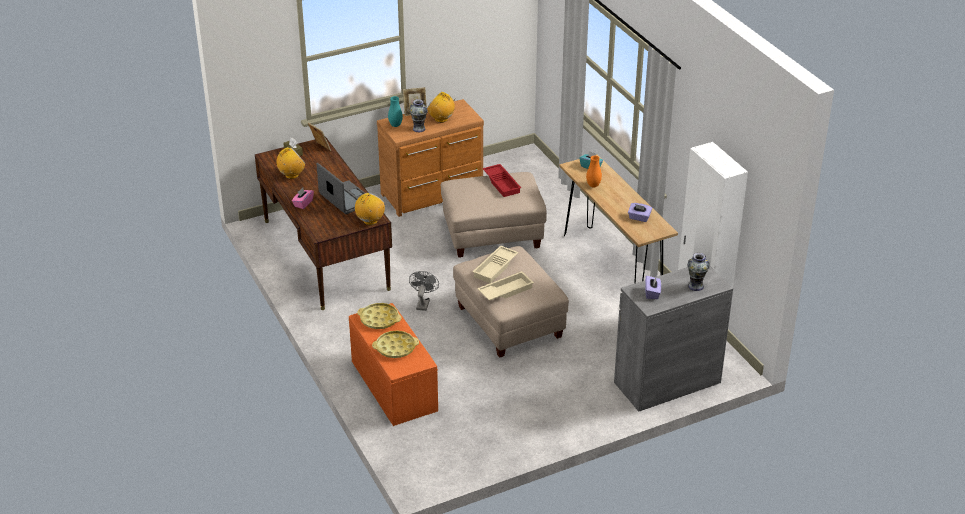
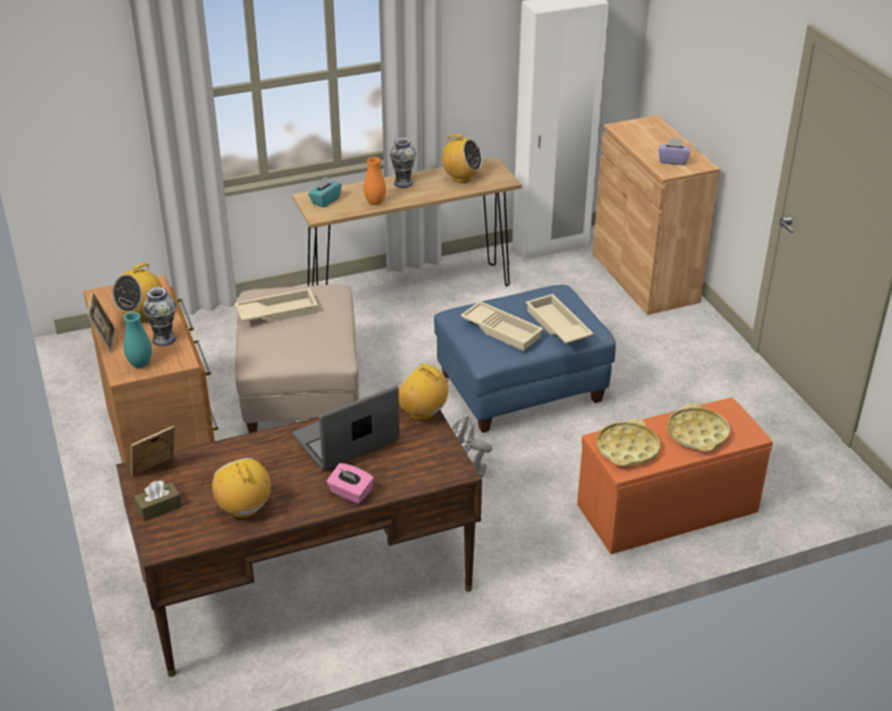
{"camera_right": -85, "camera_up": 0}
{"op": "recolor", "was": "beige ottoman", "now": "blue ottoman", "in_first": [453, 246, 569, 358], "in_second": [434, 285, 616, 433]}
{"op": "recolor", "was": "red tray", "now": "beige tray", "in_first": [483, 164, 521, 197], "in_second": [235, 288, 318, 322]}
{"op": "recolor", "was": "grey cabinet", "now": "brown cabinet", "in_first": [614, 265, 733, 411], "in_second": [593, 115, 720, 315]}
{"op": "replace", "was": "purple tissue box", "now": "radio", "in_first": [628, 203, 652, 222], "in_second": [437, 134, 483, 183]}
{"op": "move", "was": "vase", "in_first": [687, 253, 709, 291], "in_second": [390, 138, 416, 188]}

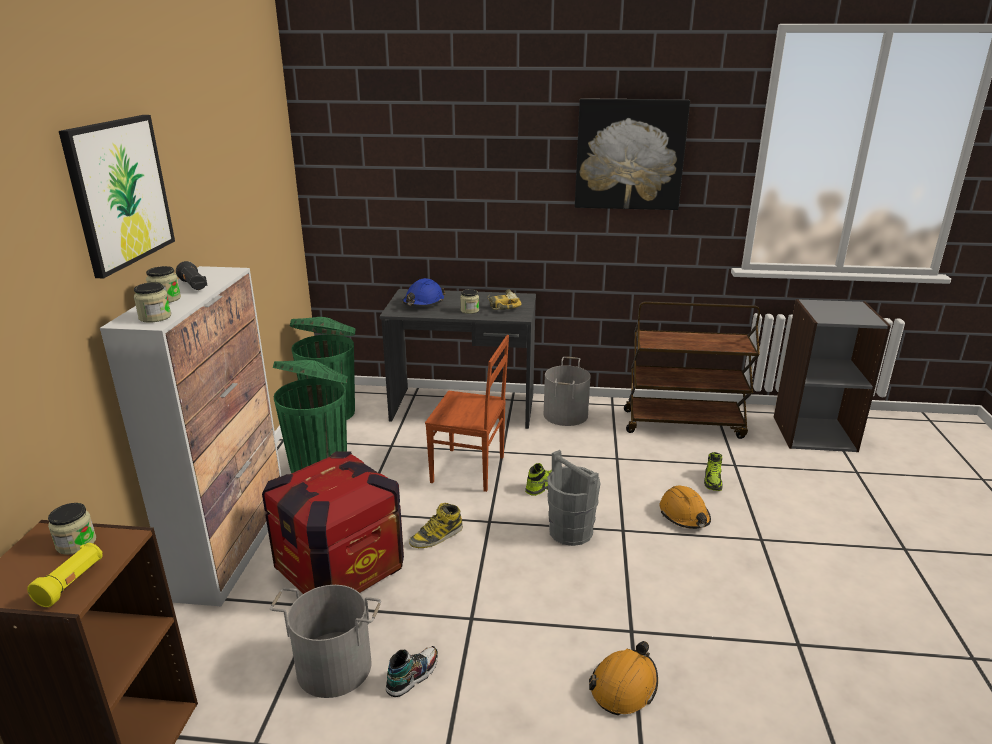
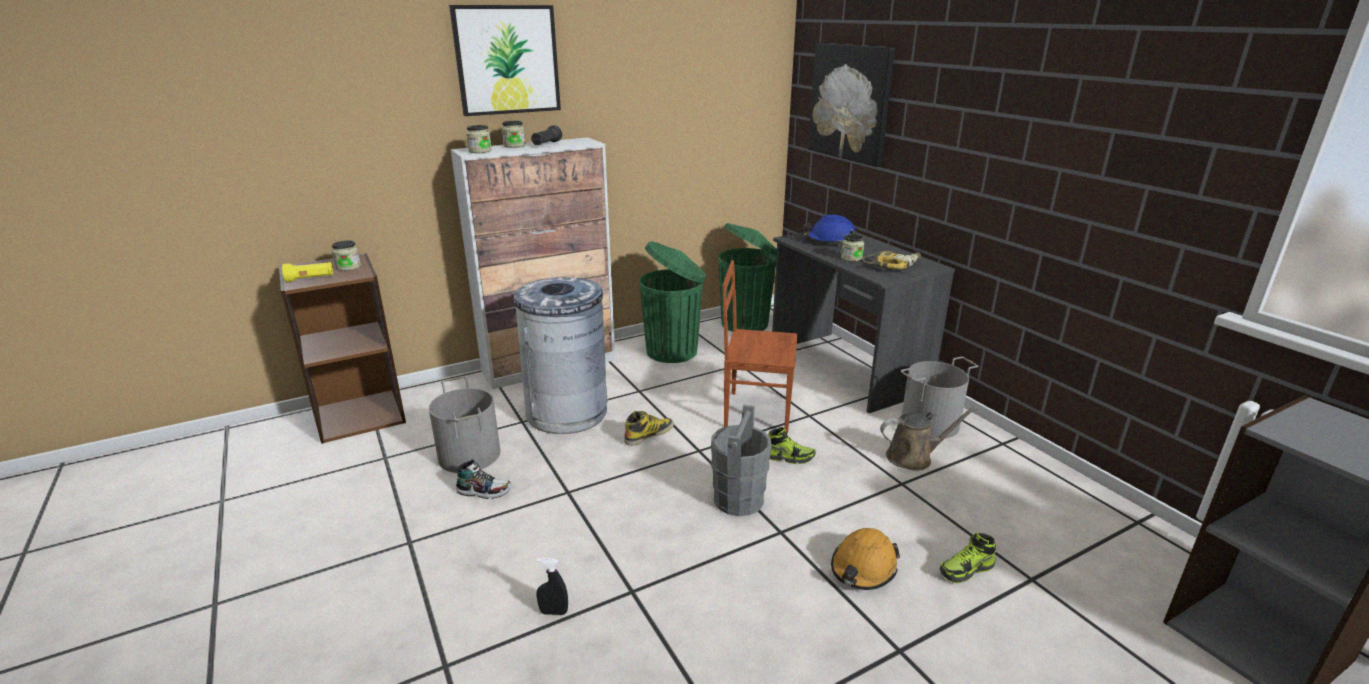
{"camera_right": 55, "camera_up": 0}
{"op": "replace", "was": "crate", "now": "grey trash can", "in_first": [262, 452, 404, 594], "in_second": [514, 278, 607, 434]}
{"op": "rotate", "was": "boot", "in_first": [409, 503, 463, 548], "in_second": [624, 411, 674, 446], "clockwise": 120}
{"op": "rotate", "was": "brown chair", "in_first": [425, 335, 509, 492], "in_second": [722, 260, 797, 434], "clockwise": 120}
{"op": "move", "was": "picture", "in_first": [575, 98, 690, 210], "in_second": [808, 43, 895, 167]}
{"op": "replace", "was": "orange hard hat", "now": "black spray bottle", "in_first": [589, 641, 658, 715], "in_second": [536, 558, 568, 615]}
{"op": "delete", "was": "brown cart", "in_first": [624, 301, 760, 439]}
{"op": "insert", "now": "brown watering can", "in_second": [880, 407, 978, 471]}

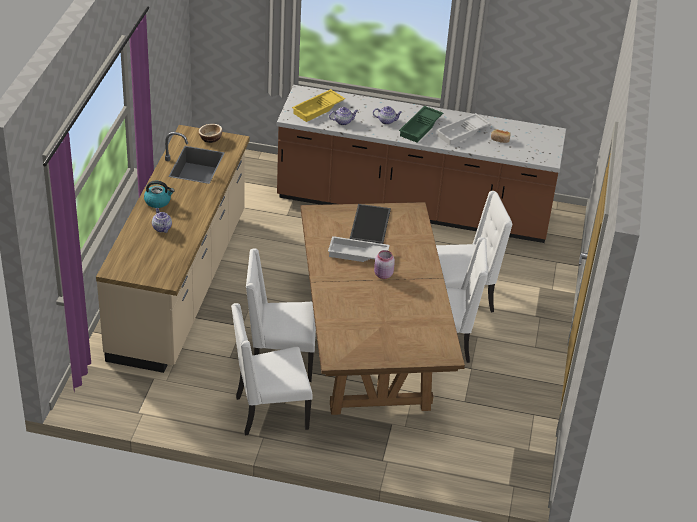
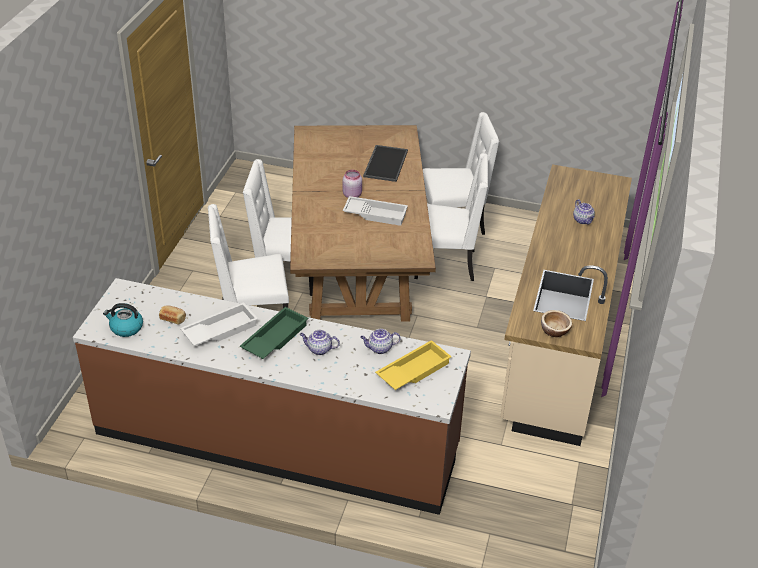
{"camera_right": -175, "camera_up": 0}
{"op": "move", "was": "kettle", "in_first": [144, 181, 175, 208], "in_second": [103, 303, 143, 337]}
{"op": "move", "was": "tray", "in_first": [350, 204, 391, 244], "in_second": [363, 145, 408, 182]}

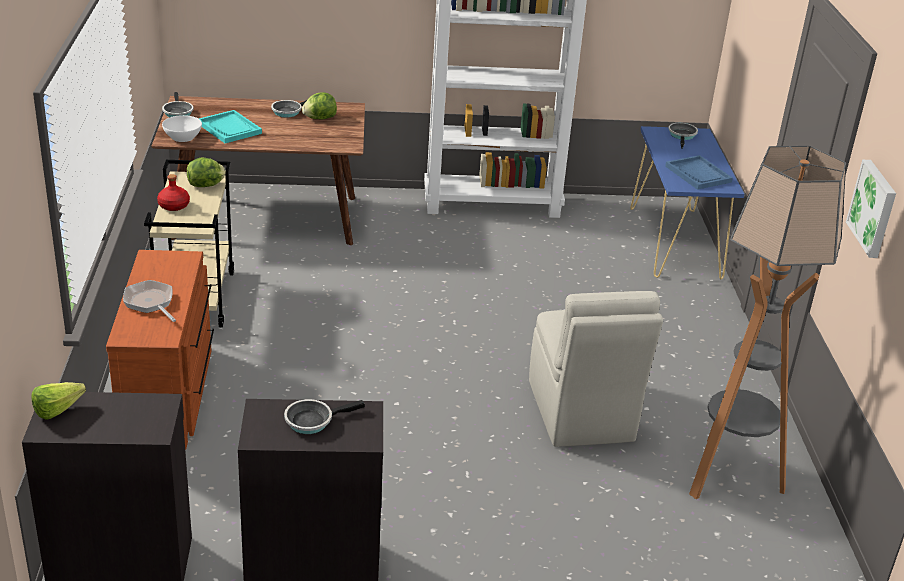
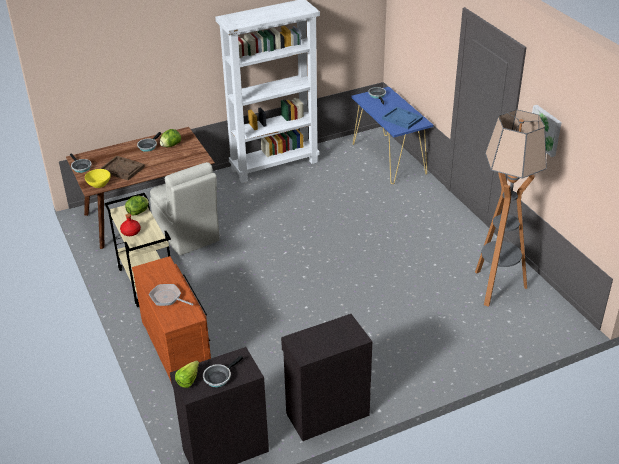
{"camera_right": -20, "camera_up": 5}
{"op": "recolor", "was": "white bowl", "now": "yellow bowl", "in_first": [162, 115, 202, 142], "in_second": [85, 169, 111, 188]}
{"op": "recolor", "was": "turquoise tray", "now": "brown tray", "in_first": [199, 110, 262, 143], "in_second": [100, 156, 145, 180]}
{"op": "move", "was": "frying pan", "in_first": [284, 399, 365, 434], "in_second": [203, 355, 243, 387]}
{"op": "move", "was": "beige chair", "in_first": [529, 291, 663, 447], "in_second": [150, 162, 220, 256]}

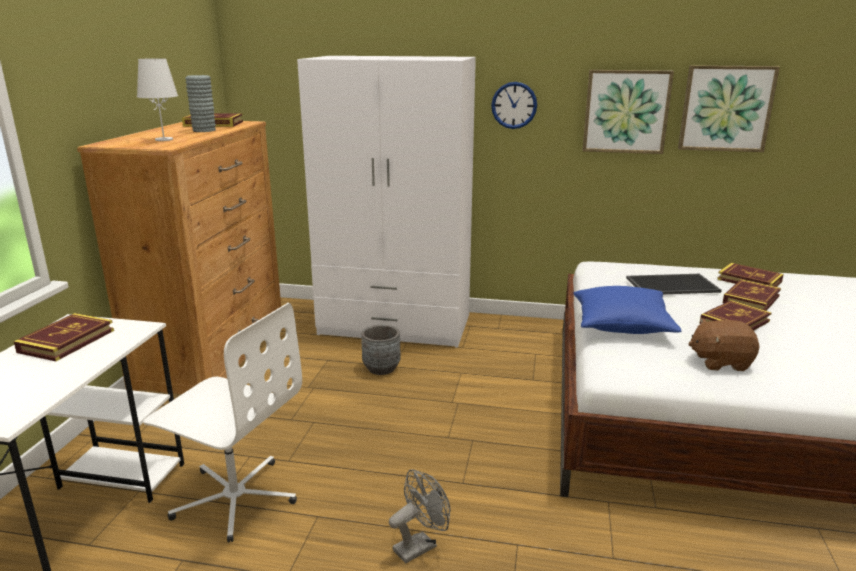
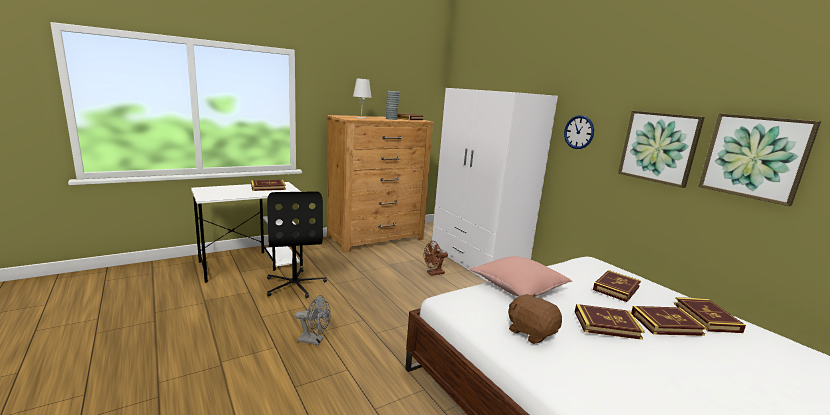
{"camera_right": 45, "camera_up": -5}
{"op": "recolor", "was": "white office chair", "now": "black office chair", "in_first": [143, 303, 302, 543], "in_second": [267, 191, 327, 298]}
{"op": "replace", "was": "grey planter", "now": "brown fan", "in_first": [361, 325, 401, 375], "in_second": [424, 241, 448, 276]}
{"op": "recolor", "was": "blue pillow", "now": "pink pillow", "in_first": [573, 286, 681, 334], "in_second": [470, 256, 572, 297]}
{"op": "replace", "was": "tray", "now": "book", "in_first": [626, 274, 722, 294], "in_second": [593, 270, 641, 302]}

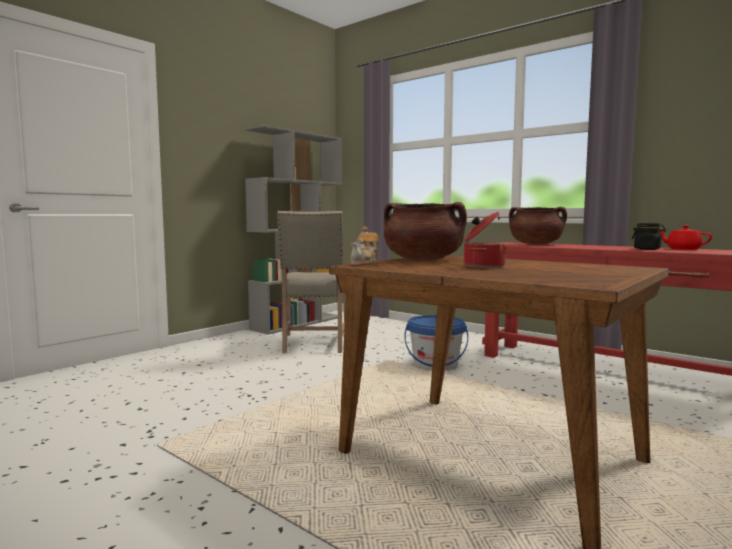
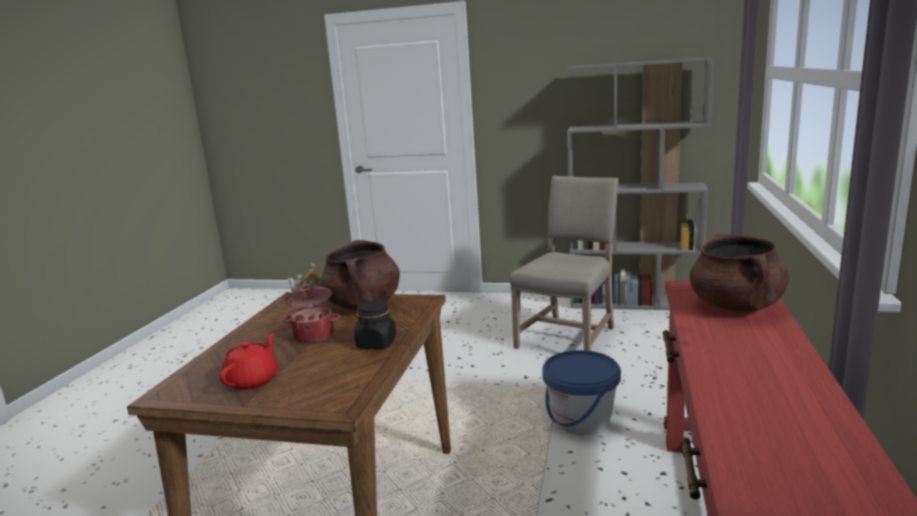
{"camera_right": 65, "camera_up": 10}
{"op": "rotate", "was": "beige chair", "in_first": [277, 211, 346, 353], "in_second": [510, 176, 619, 351], "clockwise": 150}
{"op": "move", "was": "black jar", "in_first": [632, 223, 666, 250], "in_second": [354, 300, 396, 349]}
{"op": "move", "was": "red teapot", "in_first": [659, 225, 712, 250], "in_second": [219, 333, 278, 390]}

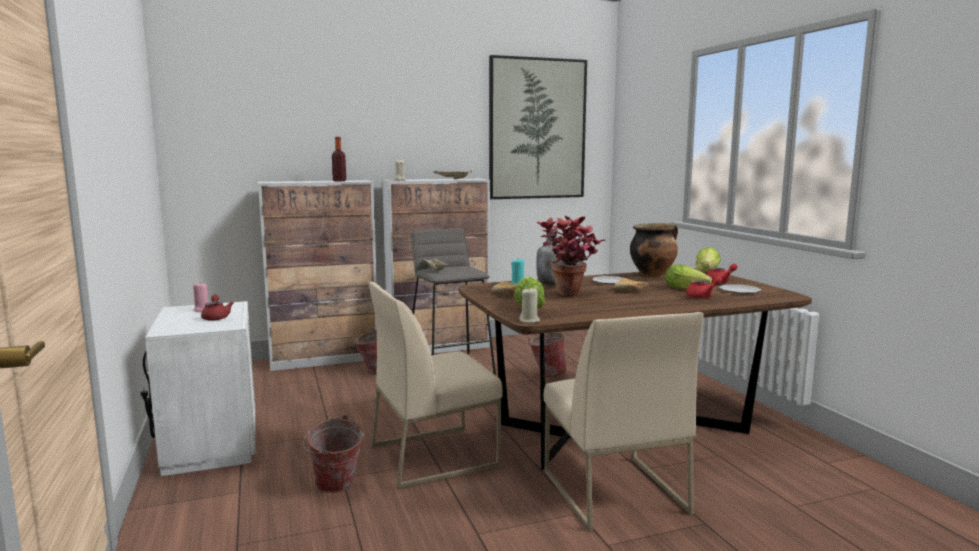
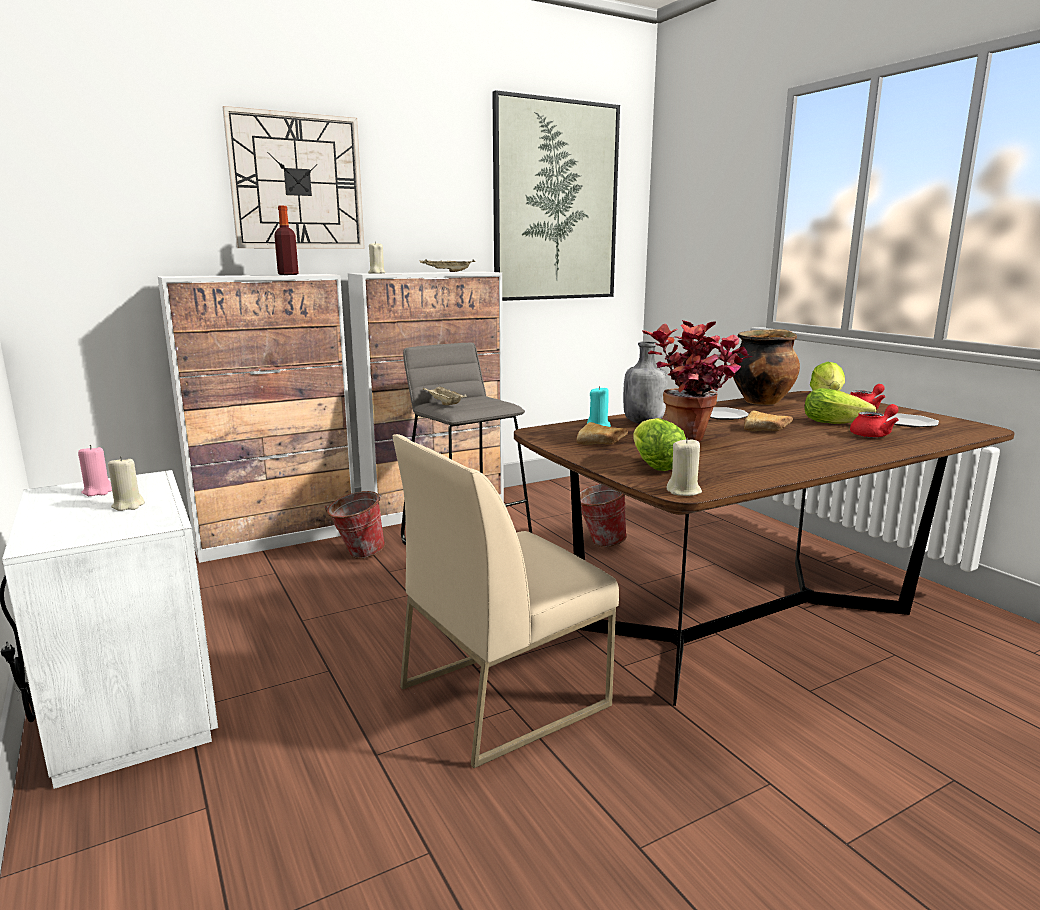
{"camera_right": -10, "camera_up": 5}
{"op": "replace", "was": "red teapot", "now": "beige candle", "in_first": [201, 294, 234, 321], "in_second": [108, 456, 145, 511]}
{"op": "delete", "was": "bucket", "in_first": [303, 415, 364, 493]}
{"op": "delete", "was": "beige chair", "in_first": [544, 312, 704, 532]}
{"op": "insert", "now": "wall clock", "in_second": [222, 106, 365, 249]}

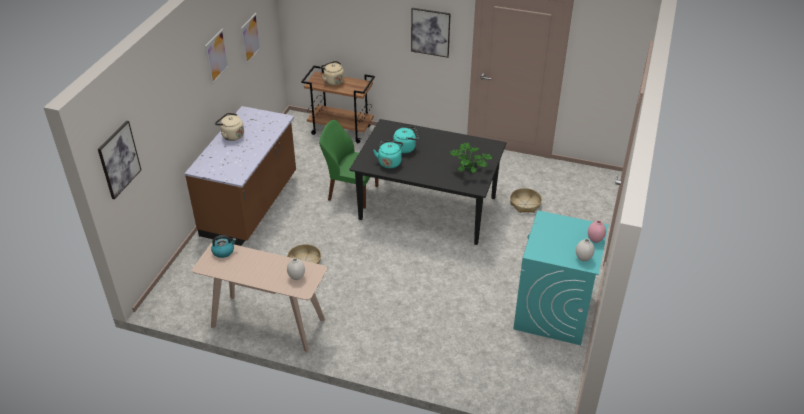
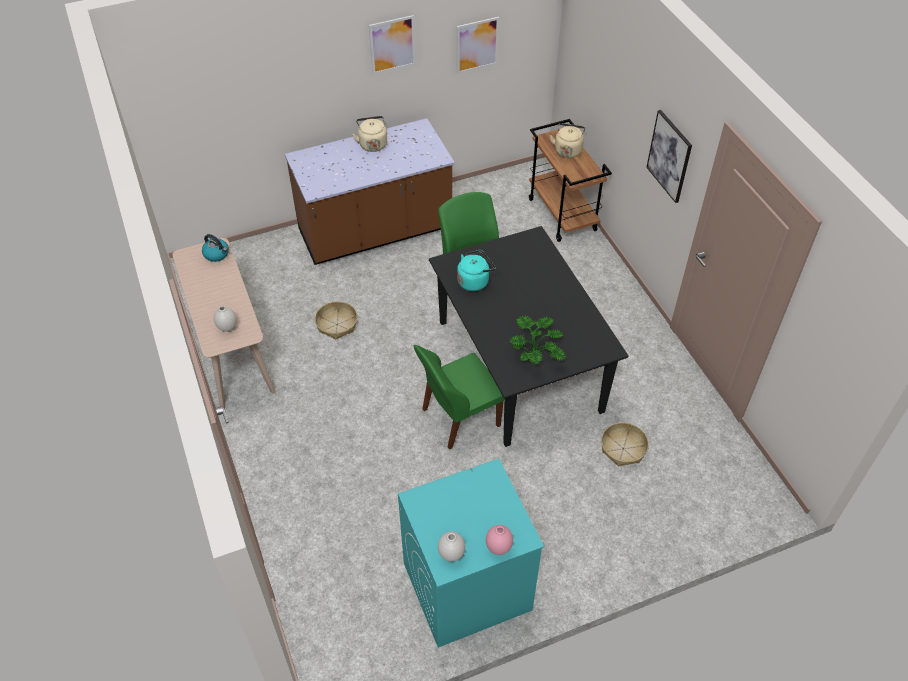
{"camera_right": 50, "camera_up": 10}
{"op": "delete", "was": "picture", "in_first": [98, 121, 141, 199]}
{"op": "delete", "was": "turquoise kettle", "in_first": [393, 126, 419, 153]}
{"op": "insert", "now": "green chair", "in_second": [414, 345, 504, 450]}

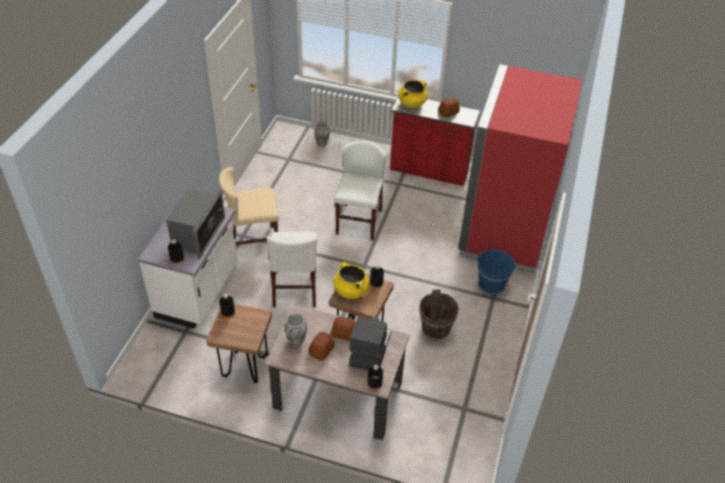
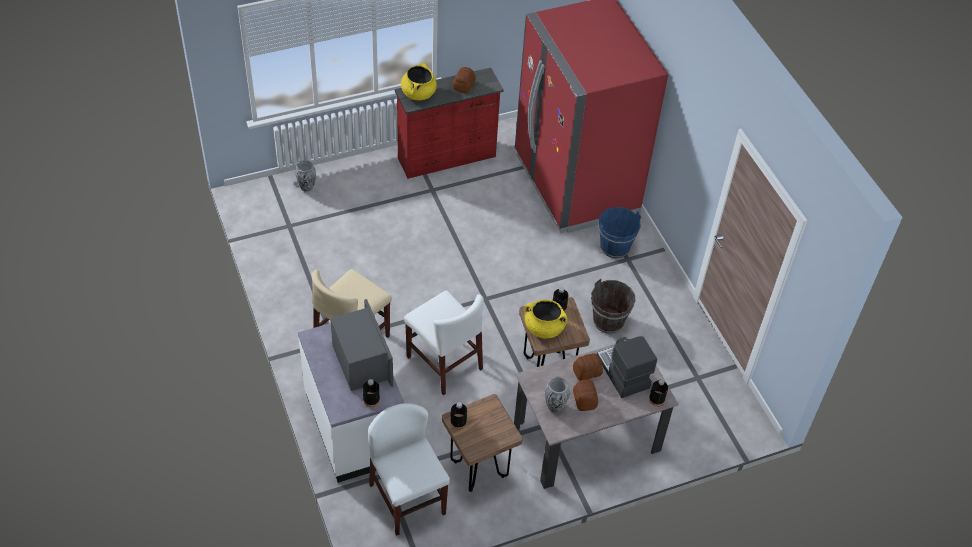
{"camera_right": -40, "camera_up": 5}
{"op": "move", "was": "white chair", "in_first": [334, 141, 386, 240], "in_second": [368, 403, 450, 536]}

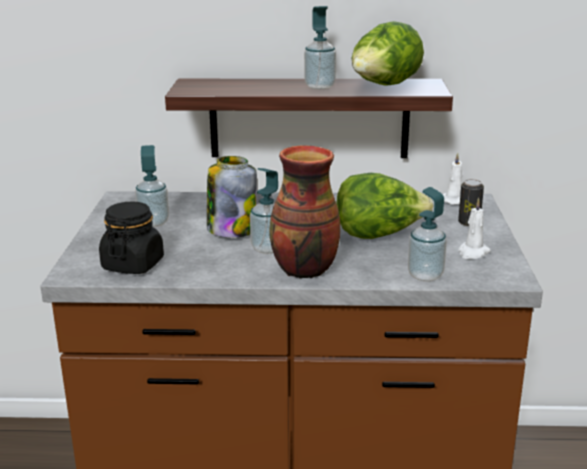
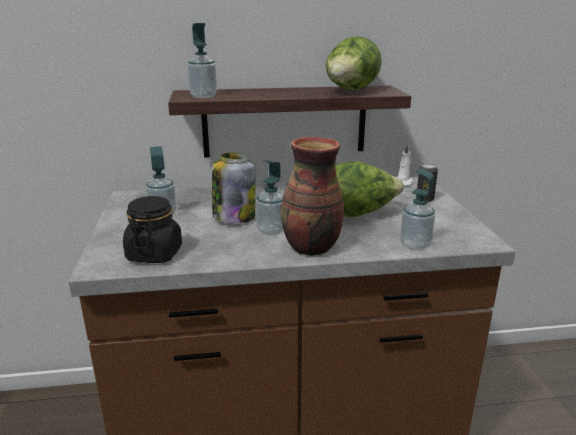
{"camera_right": -10, "camera_up": 0}
{"op": "move", "was": "soap dispenser", "in_first": [304, 6, 336, 90], "in_second": [188, 23, 217, 98]}
{"op": "delete", "was": "white candle", "in_first": [458, 198, 491, 260]}

